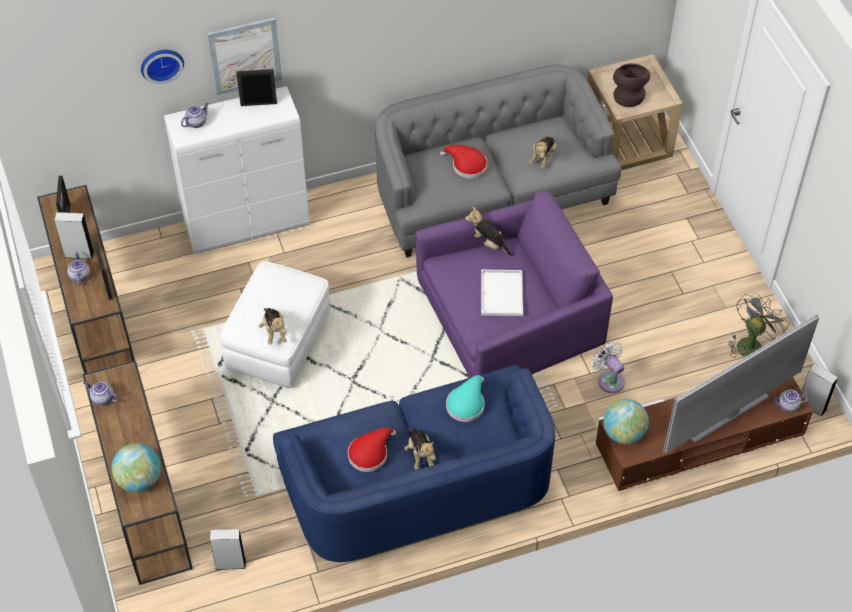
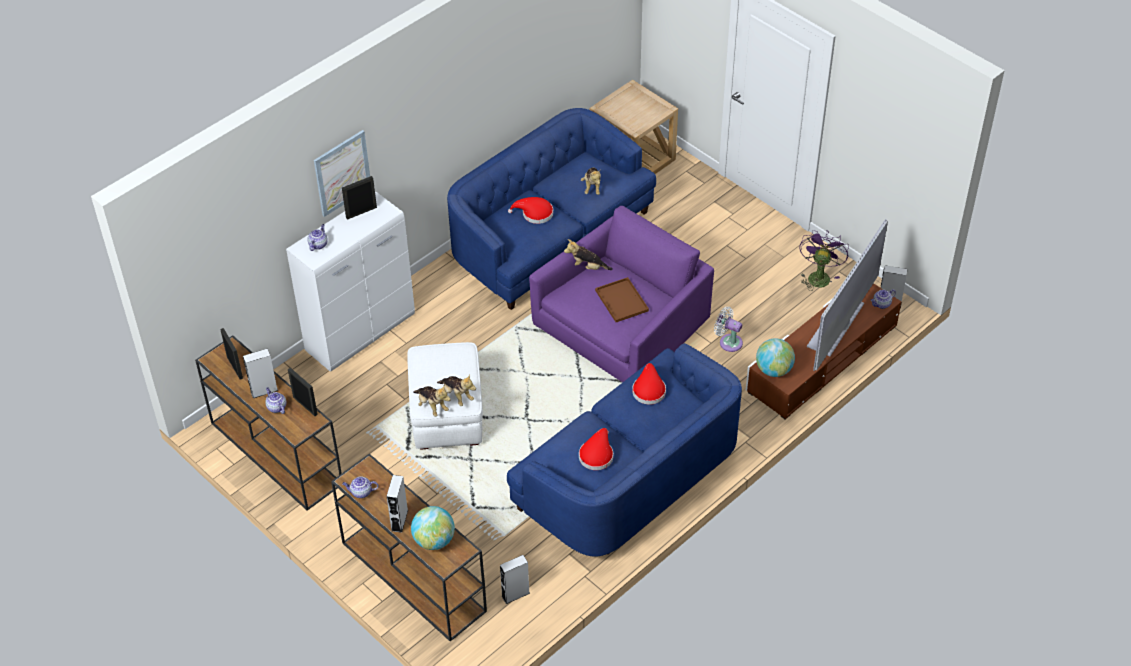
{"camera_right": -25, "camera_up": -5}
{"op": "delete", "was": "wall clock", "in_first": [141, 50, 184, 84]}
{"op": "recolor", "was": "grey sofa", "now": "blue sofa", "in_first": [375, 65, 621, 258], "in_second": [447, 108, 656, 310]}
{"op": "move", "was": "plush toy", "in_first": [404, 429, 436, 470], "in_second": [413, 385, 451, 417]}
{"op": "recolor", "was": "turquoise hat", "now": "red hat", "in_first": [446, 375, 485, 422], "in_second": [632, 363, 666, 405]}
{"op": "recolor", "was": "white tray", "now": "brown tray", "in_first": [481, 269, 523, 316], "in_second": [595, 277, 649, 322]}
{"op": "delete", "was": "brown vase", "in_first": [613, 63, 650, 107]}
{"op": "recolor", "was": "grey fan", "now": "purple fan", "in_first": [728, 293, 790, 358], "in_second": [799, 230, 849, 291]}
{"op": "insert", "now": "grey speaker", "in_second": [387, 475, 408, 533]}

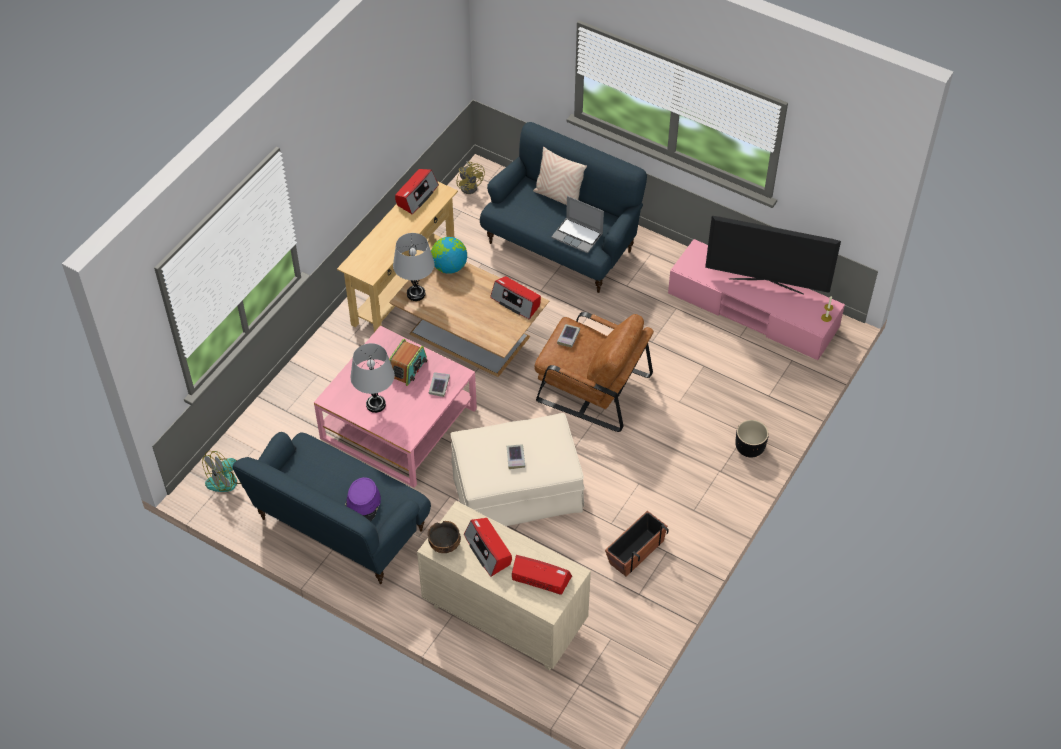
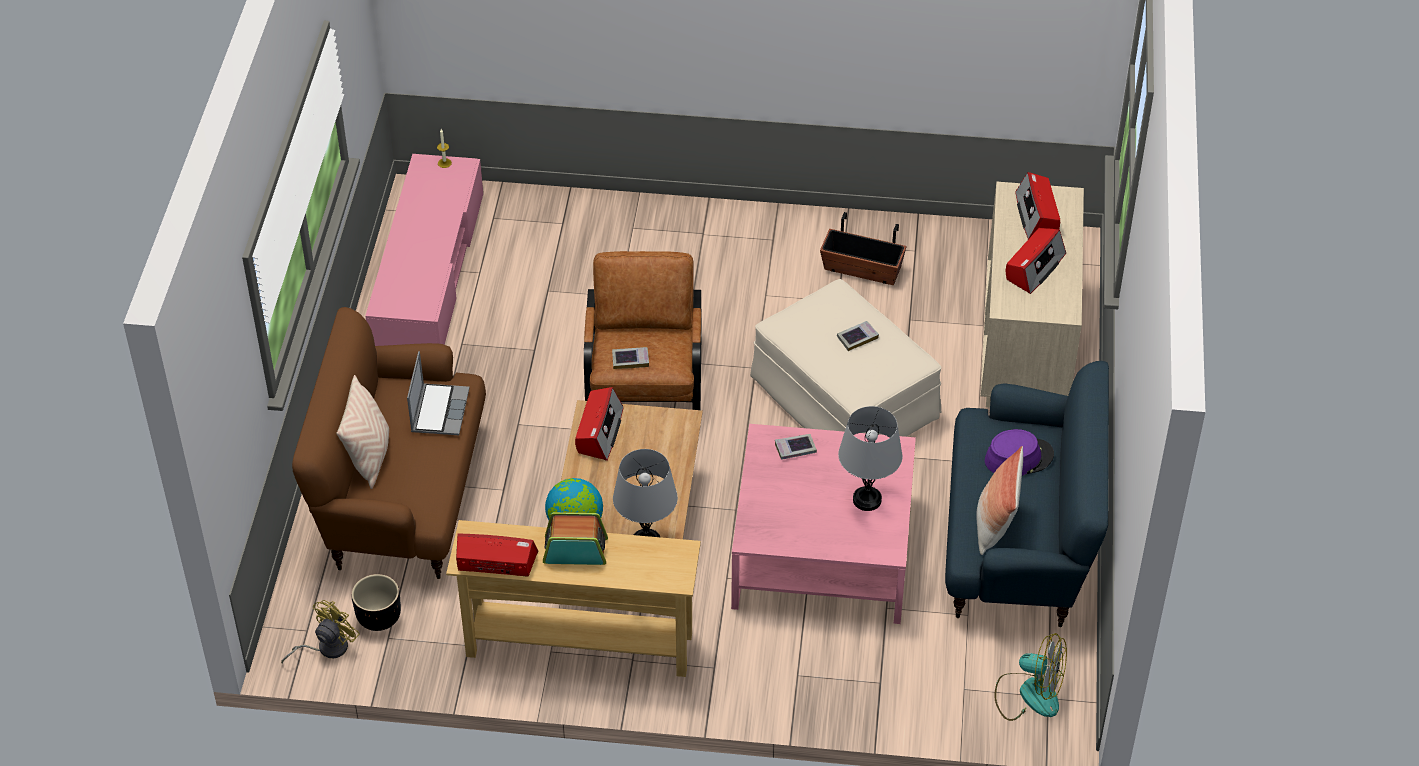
{"camera_right": -115, "camera_up": -5}
{"op": "move", "was": "radio", "in_first": [389, 339, 427, 386], "in_second": [543, 512, 608, 565]}
{"op": "delete", "was": "bowl", "in_first": [428, 521, 461, 553]}
{"op": "recolor", "was": "blue sofa", "now": "brown sofa", "in_first": [480, 122, 647, 293], "in_second": [292, 307, 486, 579]}
{"op": "delete", "was": "television", "in_first": [705, 216, 841, 294]}
{"op": "move", "was": "black planter", "in_first": [735, 420, 769, 458], "in_second": [352, 574, 401, 631]}
{"op": "insert", "now": "pillow", "in_second": [977, 446, 1023, 555]}

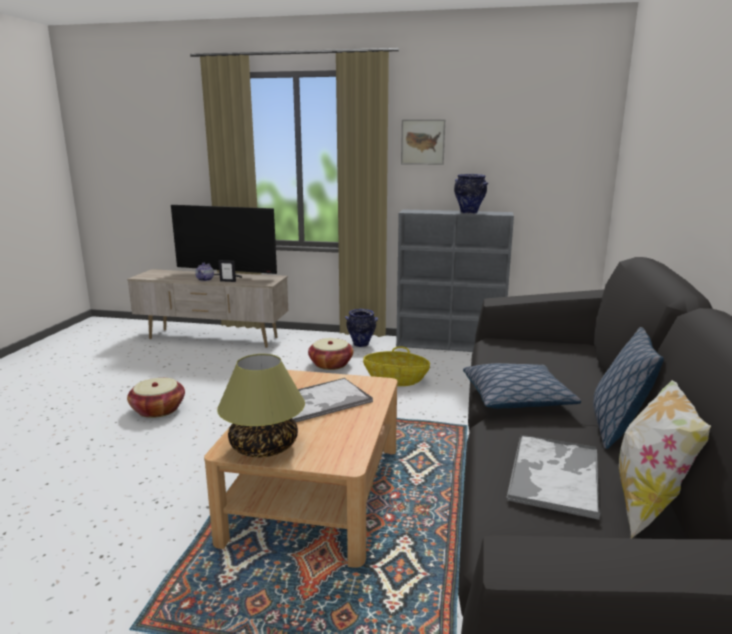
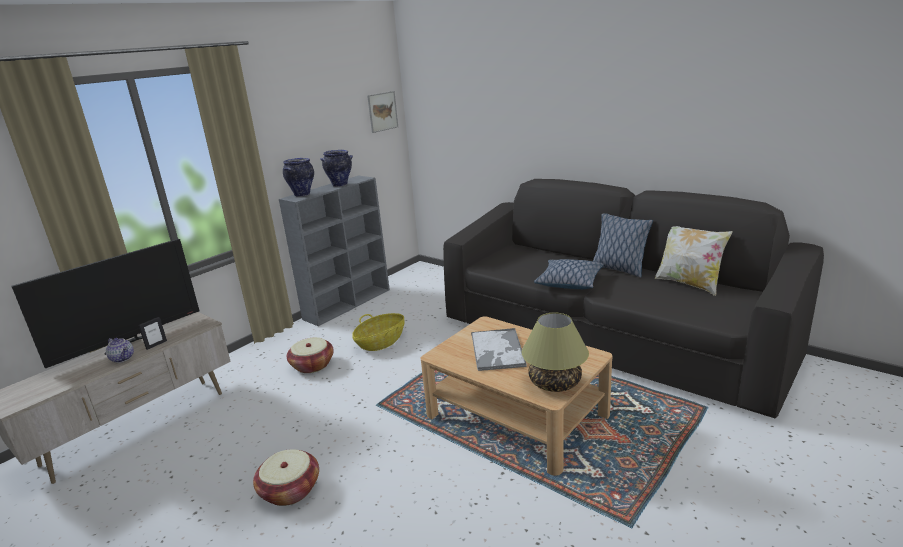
{"camera_right": -60, "camera_up": 5}
{"op": "move", "was": "vase", "in_first": [345, 309, 378, 347], "in_second": [283, 158, 314, 197]}
{"op": "move", "was": "picture", "in_first": [401, 119, 445, 165], "in_second": [367, 91, 398, 133]}
{"op": "delete", "was": "tray", "in_first": [506, 435, 600, 520]}

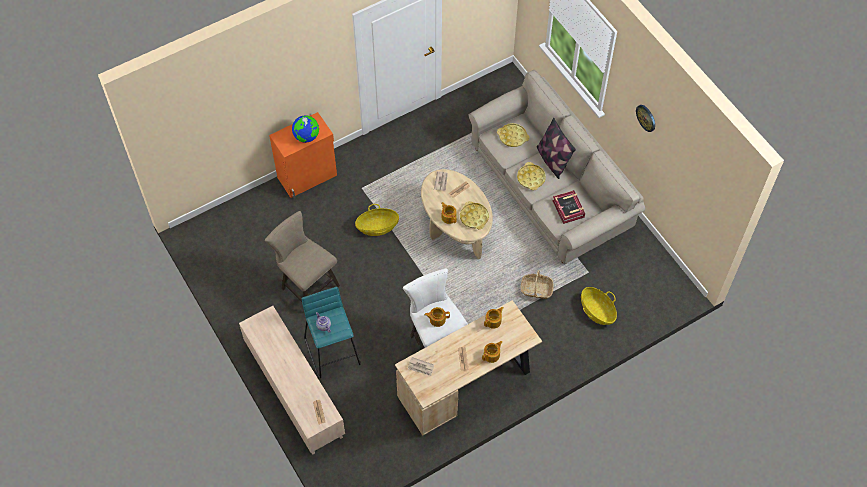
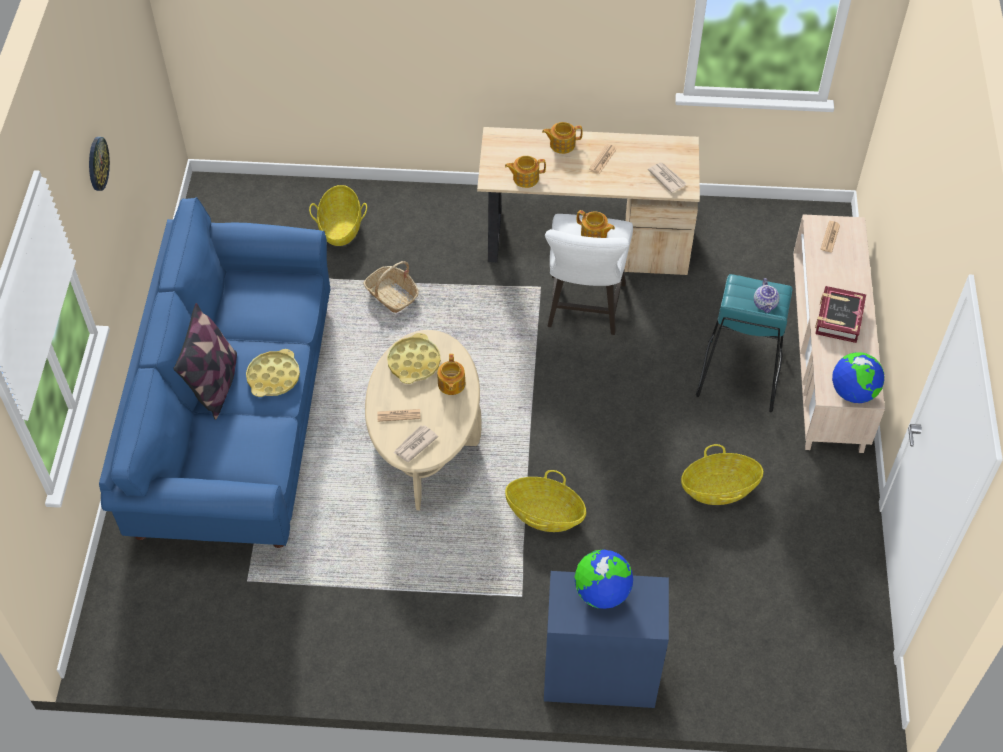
{"camera_right": -145, "camera_up": -5}
{"op": "replace", "was": "beige stool", "now": "basket", "in_first": [265, 211, 340, 302], "in_second": [681, 444, 763, 505]}
{"op": "recolor", "was": "orange cabinet", "now": "blue cabinet", "in_first": [269, 112, 337, 198], "in_second": [544, 571, 669, 708]}
{"op": "recolor", "was": "beige sofa", "now": "blue sofa", "in_first": [469, 70, 645, 265], "in_second": [99, 197, 330, 548]}
{"op": "delete", "was": "yellow tray", "in_first": [497, 123, 529, 147]}
{"op": "move", "was": "book", "in_first": [552, 190, 585, 224], "in_second": [815, 286, 866, 343]}
{"op": "insert", "now": "globe", "in_second": [832, 352, 884, 403]}

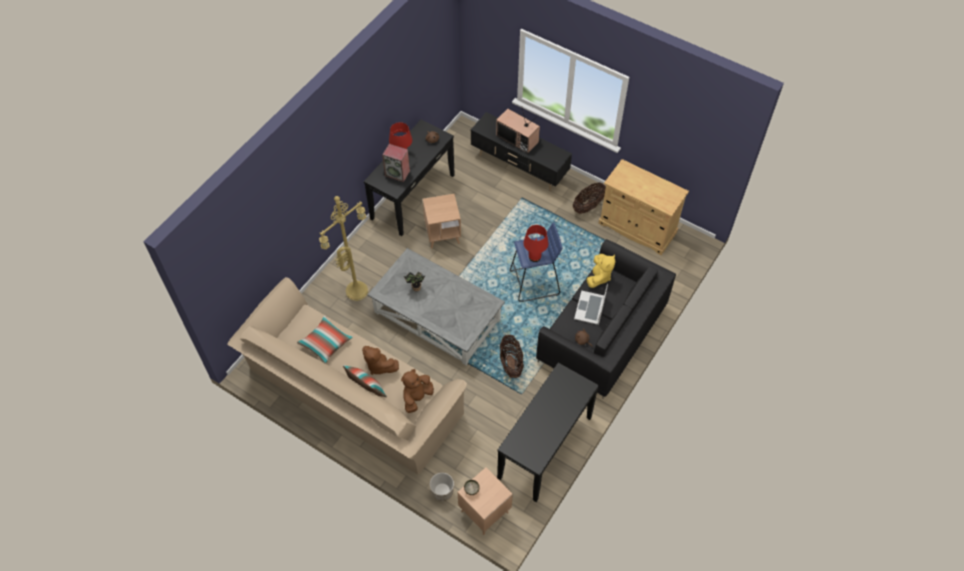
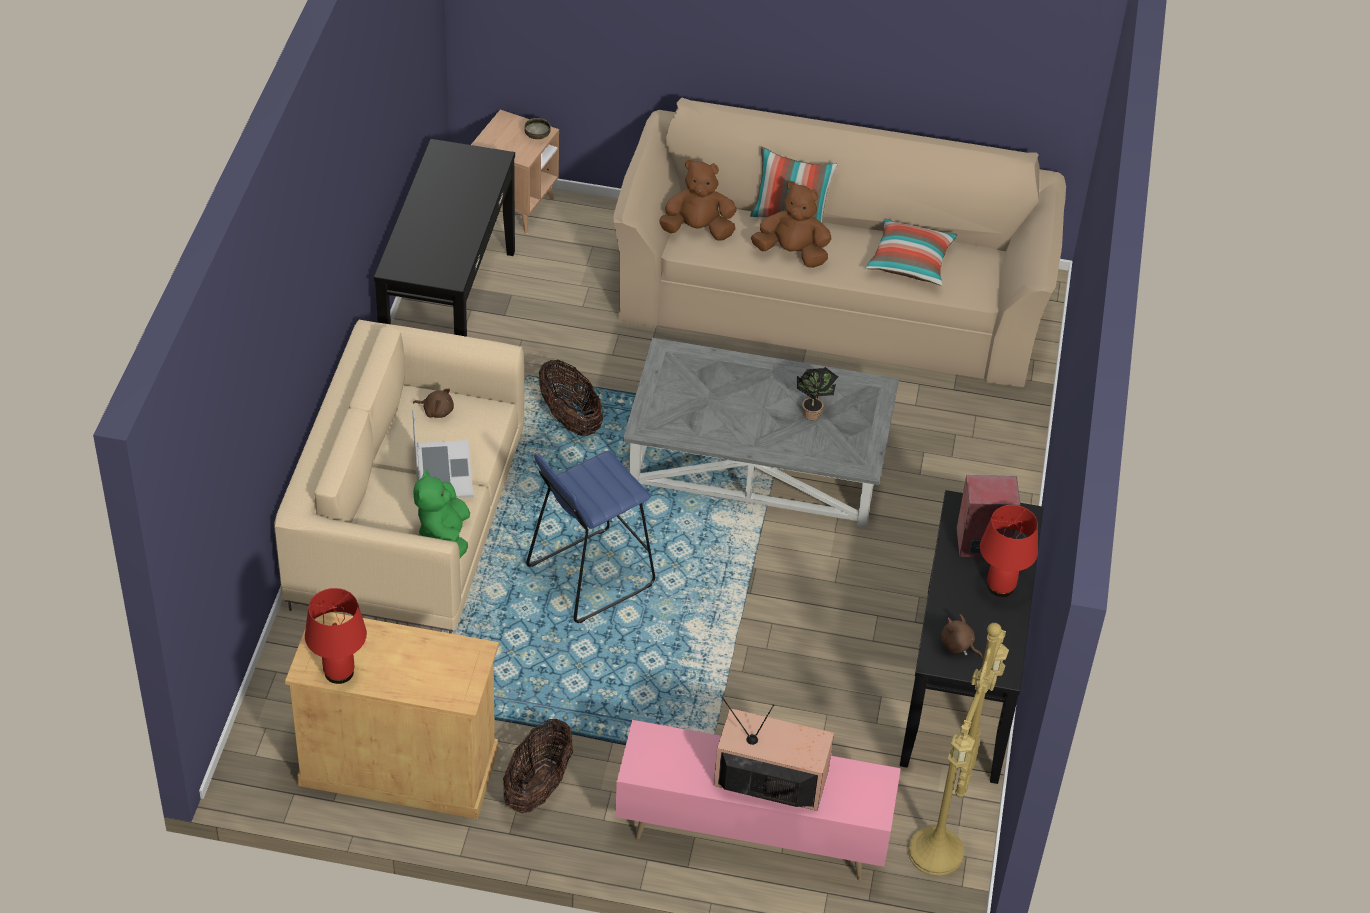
{"camera_right": 155, "camera_up": -10}
{"op": "move", "was": "yellow floor lamp", "in_first": [319, 196, 368, 301], "in_second": [908, 623, 1009, 876]}
{"op": "rotate", "was": "brown plush toy", "in_first": [401, 369, 434, 413], "in_second": [659, 159, 737, 241], "clockwise": -105}
{"op": "delete", "was": "brown side table", "in_first": [423, 194, 461, 249]}
{"op": "delete", "was": "planter", "in_first": [430, 472, 454, 501]}
{"op": "recolor", "was": "black tv stand", "now": "pink tv stand", "in_first": [471, 112, 572, 191], "in_second": [615, 720, 901, 881]}
{"op": "move", "was": "red table lamp", "in_first": [523, 225, 548, 262], "in_second": [305, 588, 367, 684]}
{"op": "recolor", "was": "black sofa", "now": "beige sofa", "in_first": [536, 239, 676, 399], "in_second": [274, 320, 524, 634]}
{"op": "recolor", "was": "yellow plush toy", "now": "green plush toy", "in_first": [586, 254, 616, 288], "in_second": [413, 469, 470, 558]}

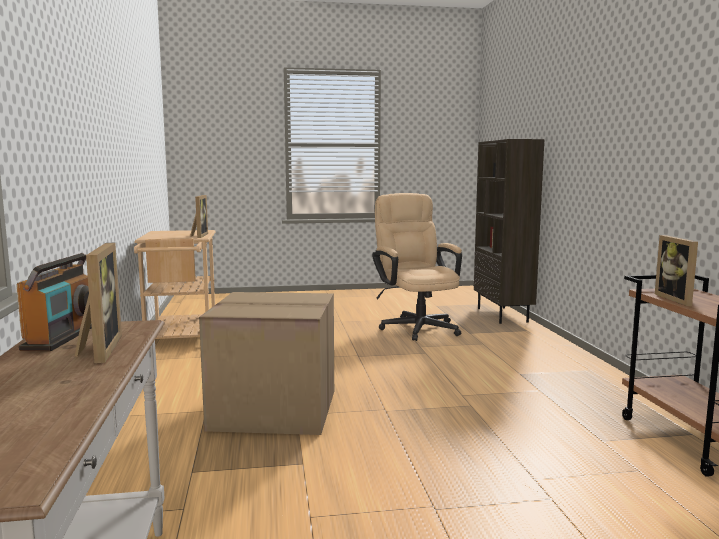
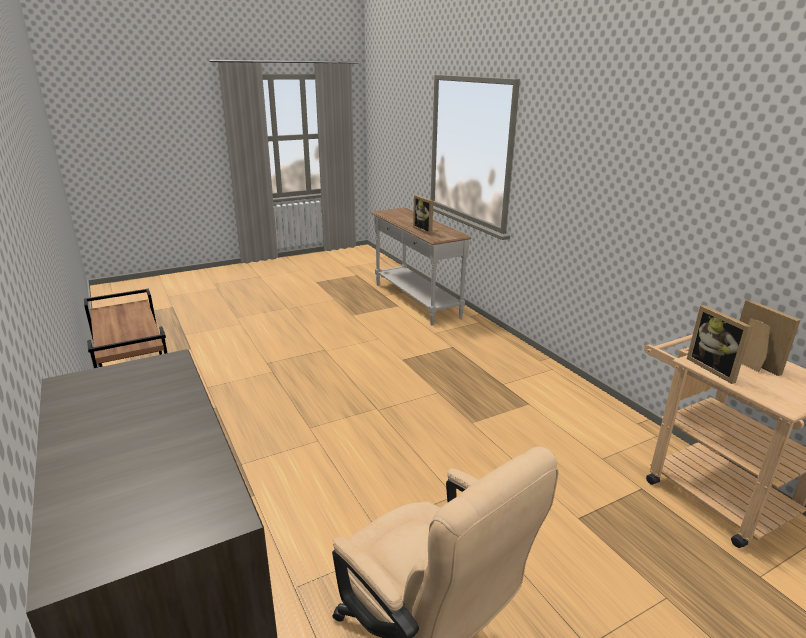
{"camera_right": 160, "camera_up": 15}
{"op": "delete", "was": "radio", "in_first": [16, 253, 92, 351]}
{"op": "delete", "was": "cardboard box", "in_first": [199, 292, 334, 435]}
{"op": "move", "was": "picture frame", "in_first": [655, 235, 698, 306], "in_second": [739, 300, 801, 376]}

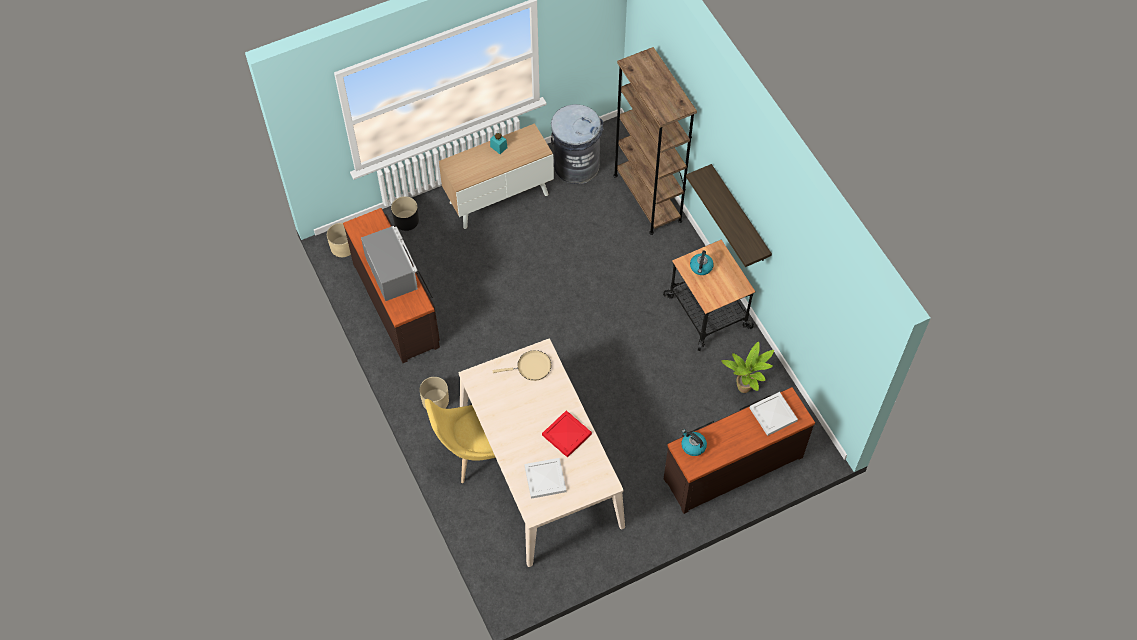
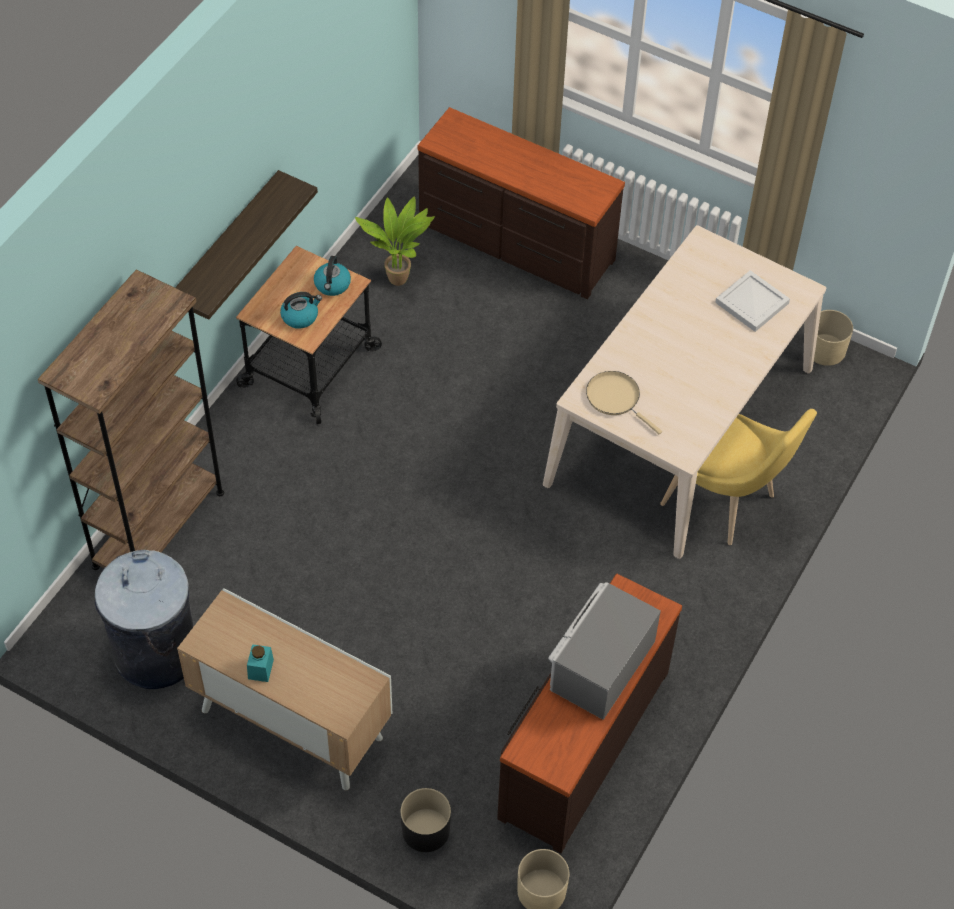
{"camera_right": -125, "camera_up": -5}
{"op": "move", "was": "beige planter", "in_first": [419, 377, 449, 409], "in_second": [814, 310, 853, 366]}
{"op": "delete", "was": "red tray", "in_first": [542, 410, 592, 458]}
{"op": "move", "was": "kettle", "in_first": [681, 429, 707, 456], "in_second": [314, 256, 351, 296]}
{"op": "delete", "was": "white tray", "in_first": [750, 392, 798, 436]}

